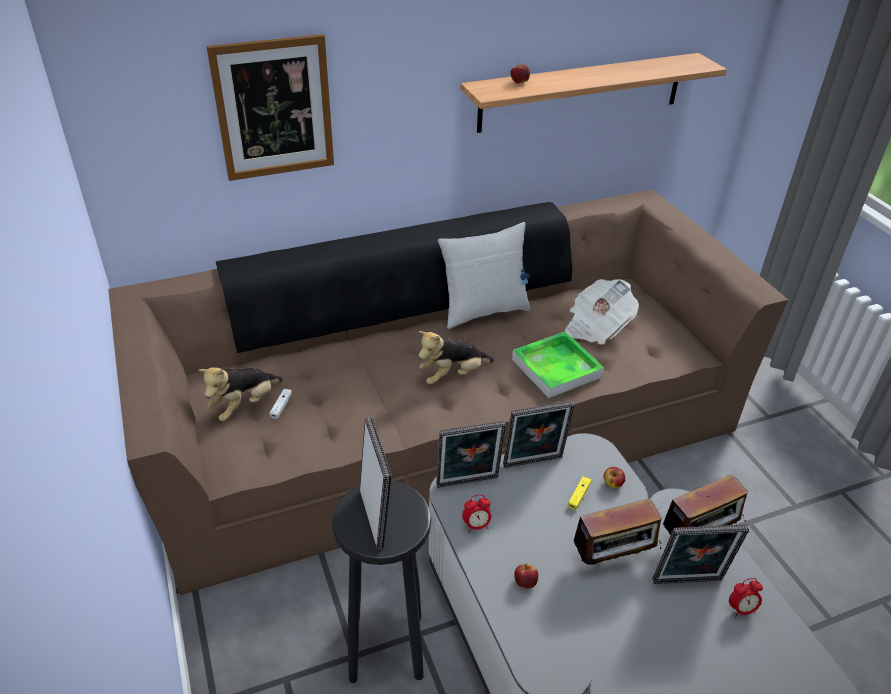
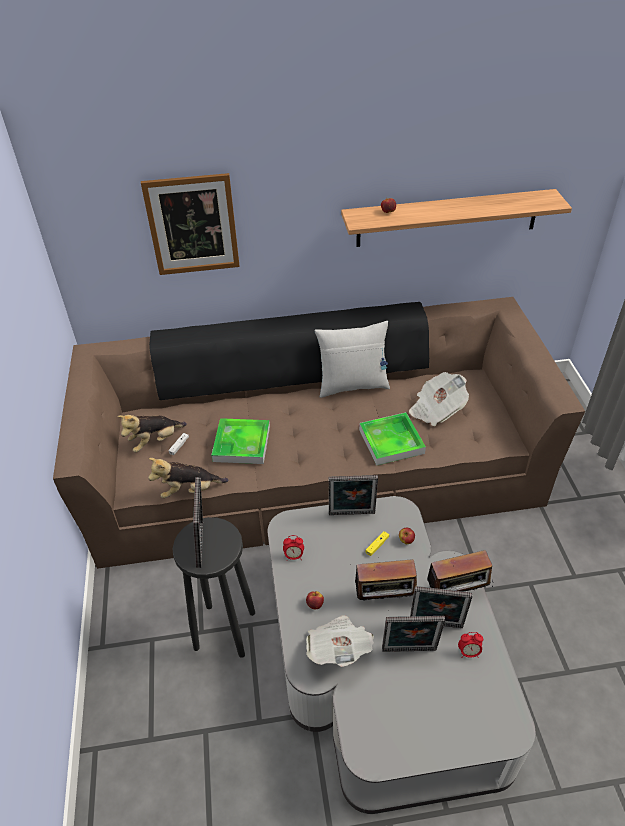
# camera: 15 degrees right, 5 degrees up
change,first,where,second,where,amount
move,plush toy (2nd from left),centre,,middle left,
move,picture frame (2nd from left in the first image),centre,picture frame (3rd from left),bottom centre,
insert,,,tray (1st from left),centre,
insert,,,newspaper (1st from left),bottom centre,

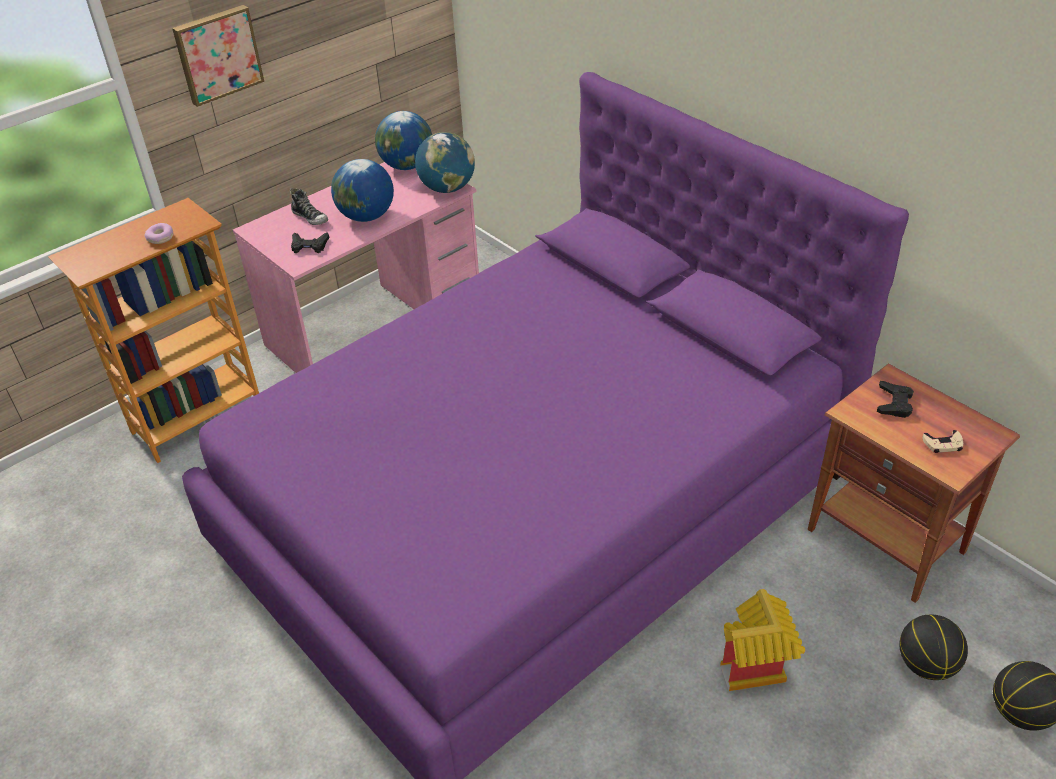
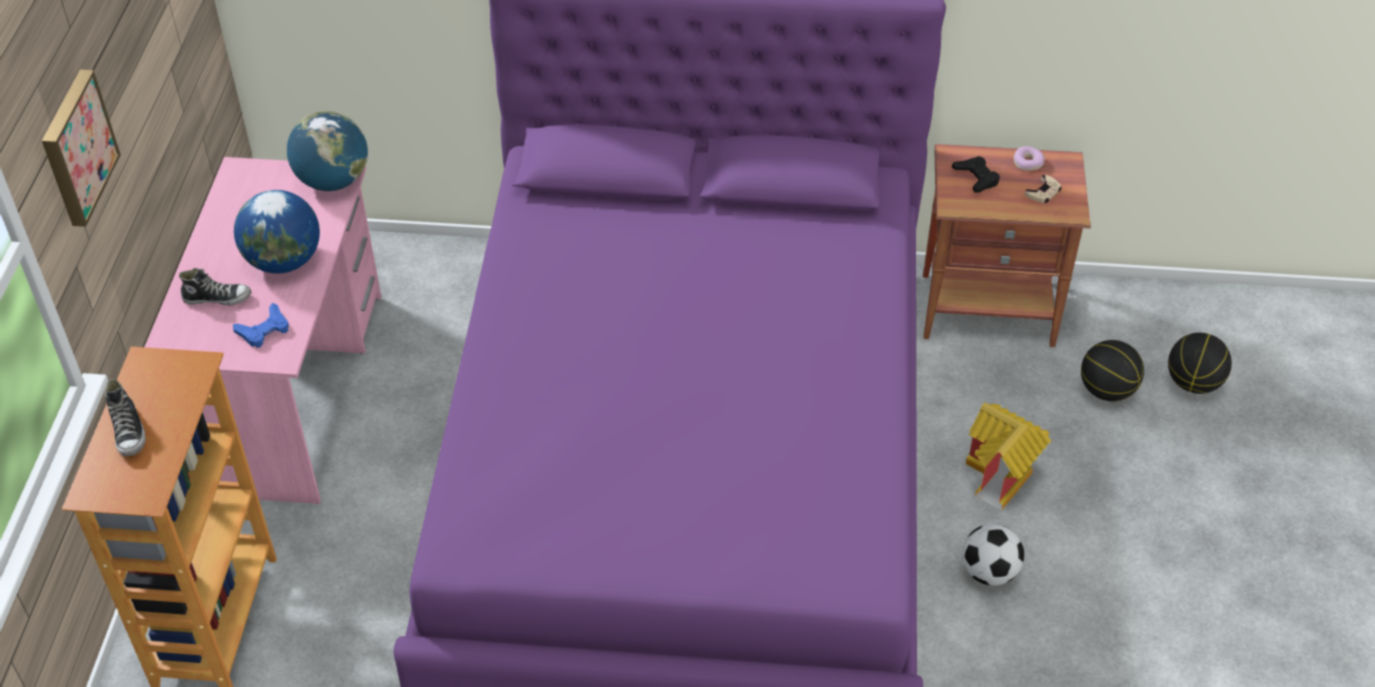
# camera: 45 degrees left, 5 degrees up
change,first,where,second,where,amount
delete,globe (2nd from left),top centre,,,
move,donut,top left,,top right,
recolor,game controller/black (1st from left),top left,game controller/blue,middle left,
insert,,,shoe (1st from left),middle left,
insert,,,football,bottom right,

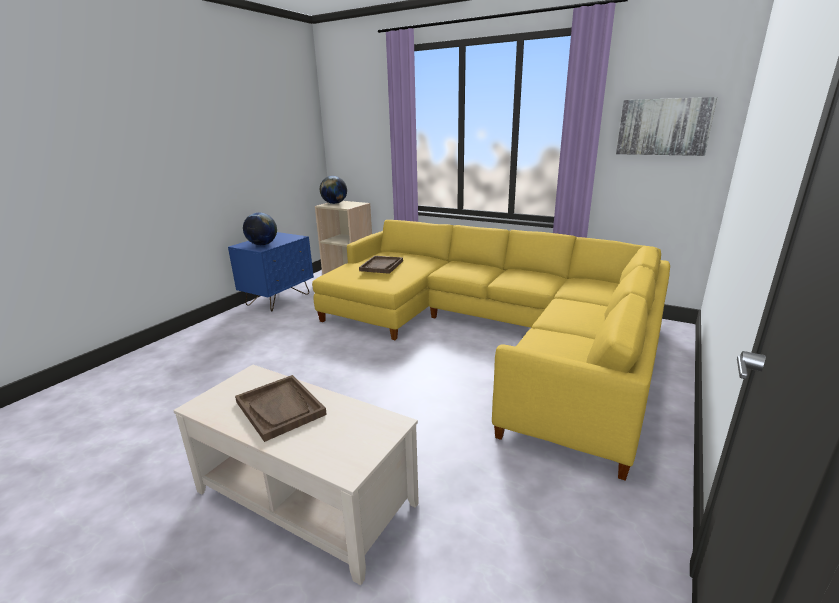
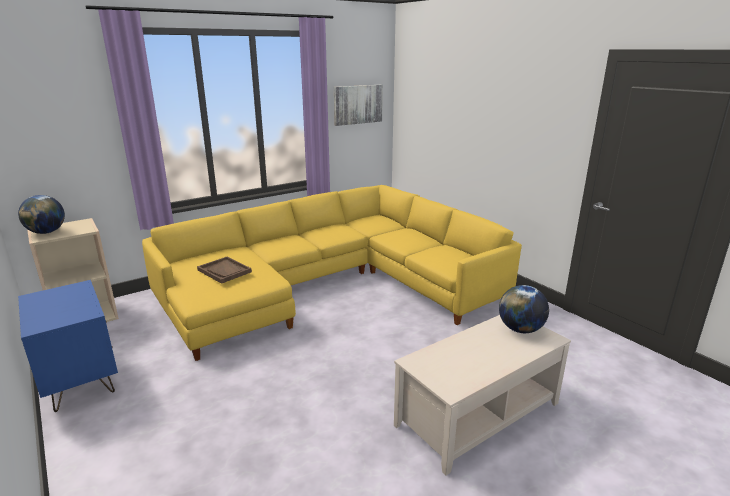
# camera: 65 degrees left, 0 degrees up
change,first,where,second,where,amount
move,globe (1st from left in the first image),middle left,globe (2nd from left),middle right,
delete,tray/brown (1st from left),bottom centre,,,

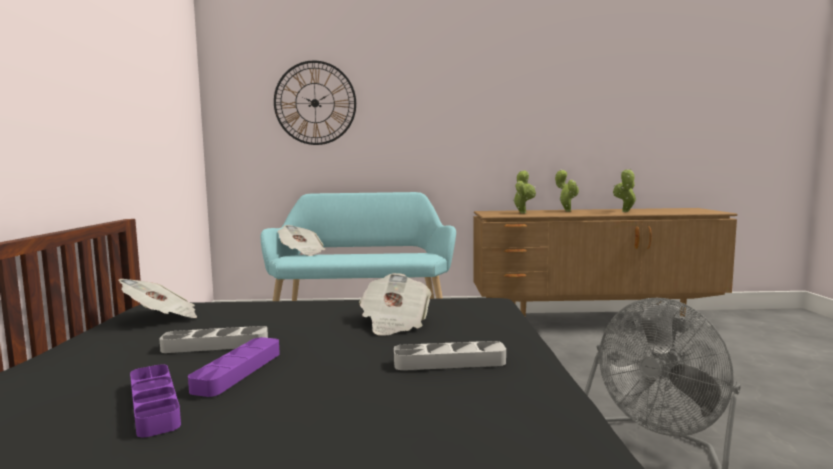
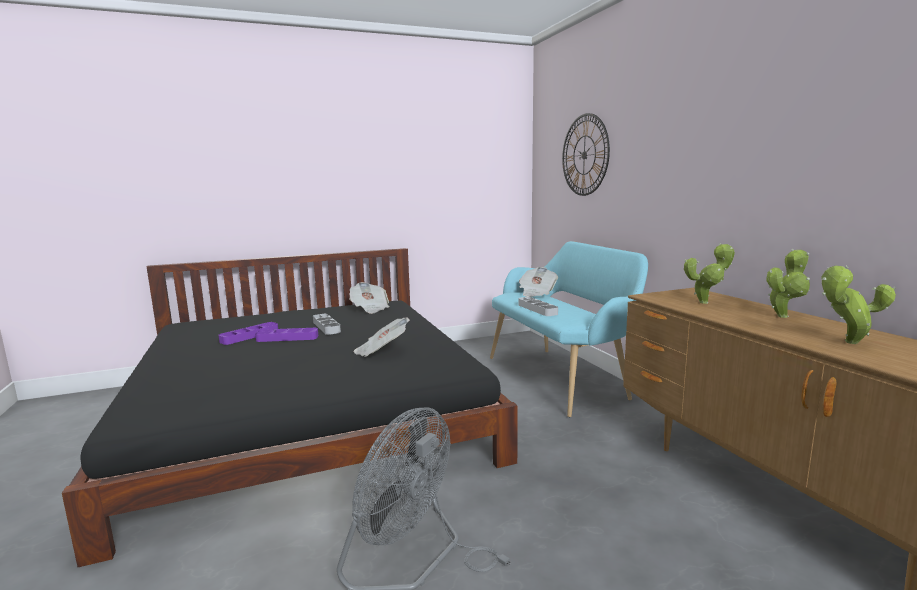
# camera: 70 degrees right, 5 degrees up
change,first,where,second,where,amount
move,tray/grey (2nd from left),bottom centre,,centre,

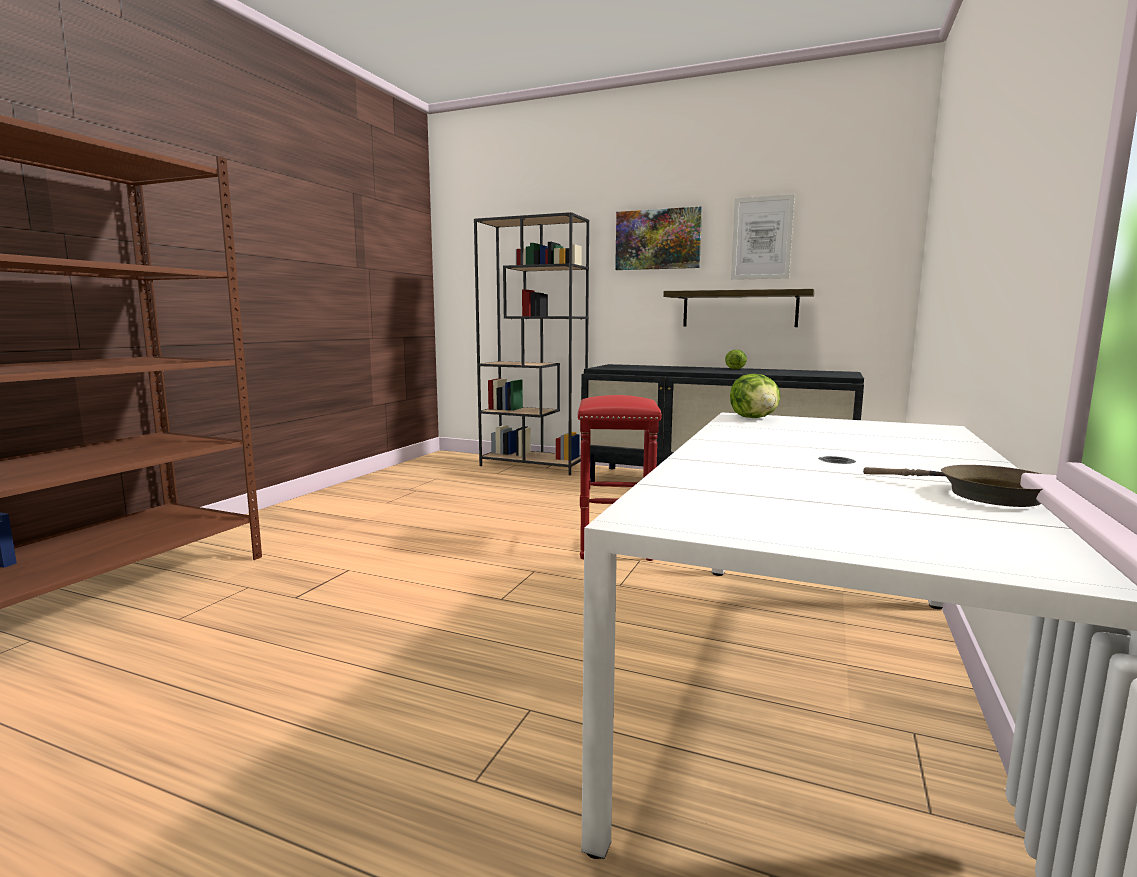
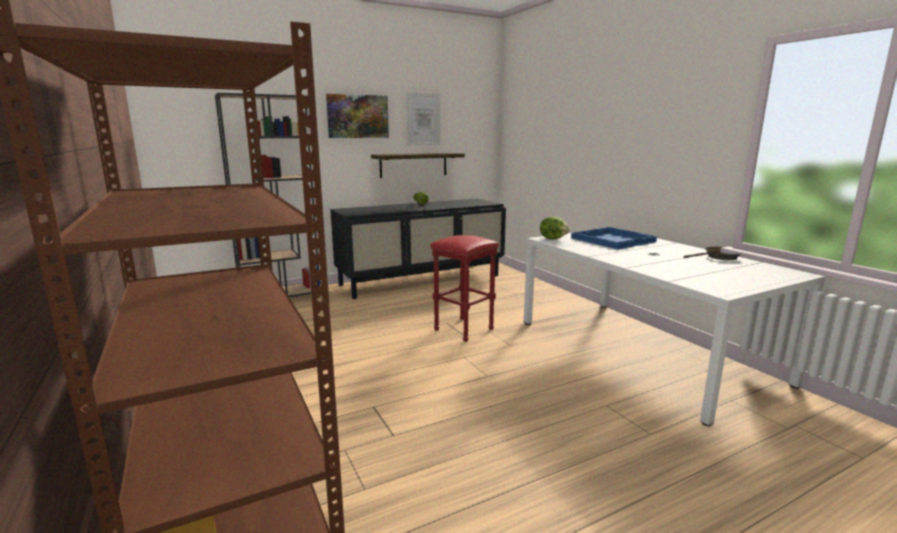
# camera: 50 degrees left, 5 degrees up
change,first,where,second,where,amount
insert,,,tray/blue,middle right,

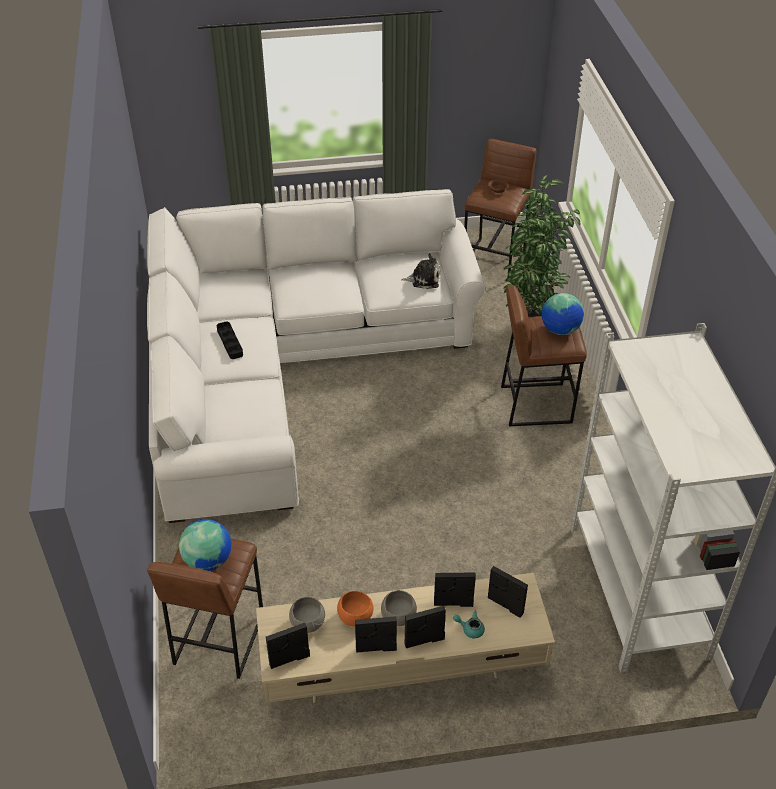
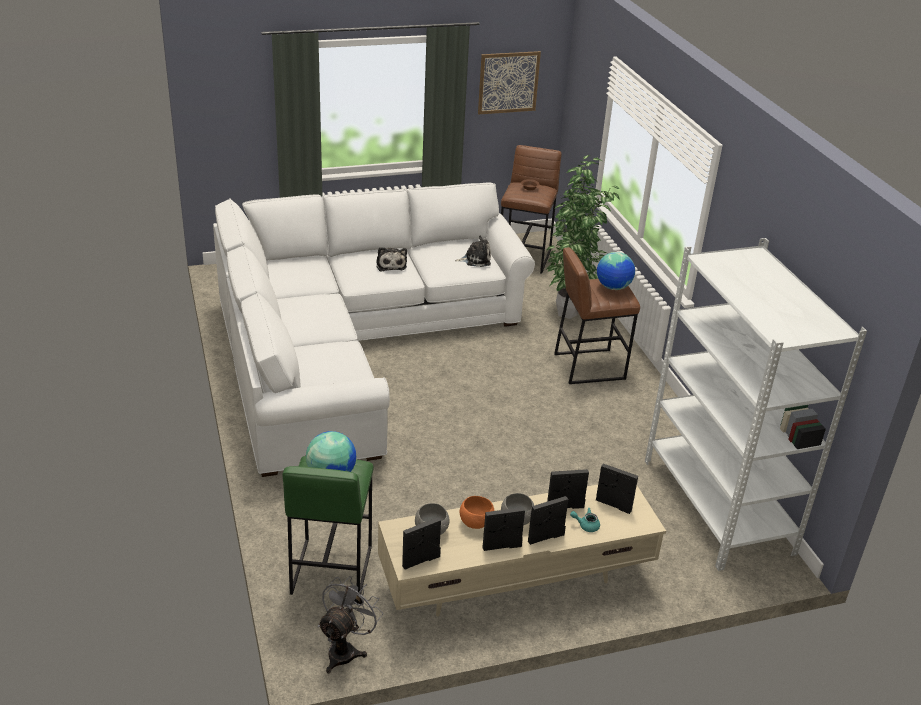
# camera: 10 degrees left, 10 degrees down
change,first,where,second,where,amount
delete,tray/black,middle left,,,
recolor,stool/brown (1st from left),bottom left,stool/green,bottom centre,
insert,,,picture,top centre,
insert,,,plush toy (1st from left),centre,
insert,,,fan/grey,bottom centre,

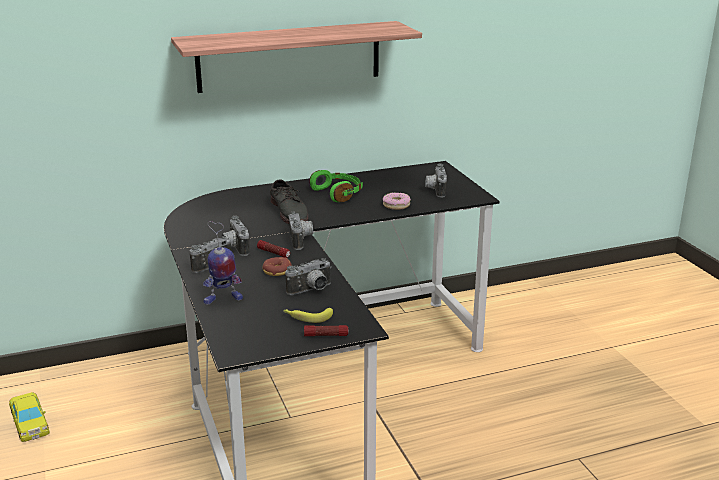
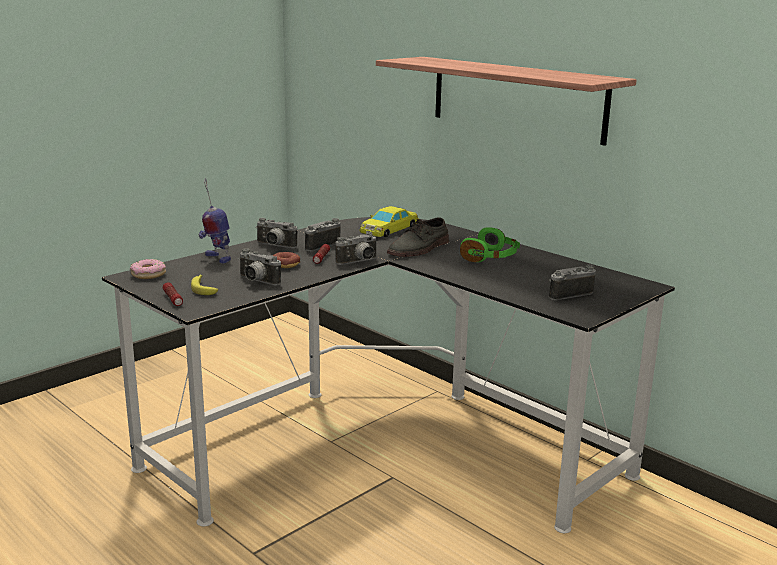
# camera: 65 degrees right, 5 degrees down
change,first,where,second,where,amount
move,donut (2nd from left in the first image),centre,donut (1st from left),middle left,
move,toy car/yellow,bottom left,,centre,

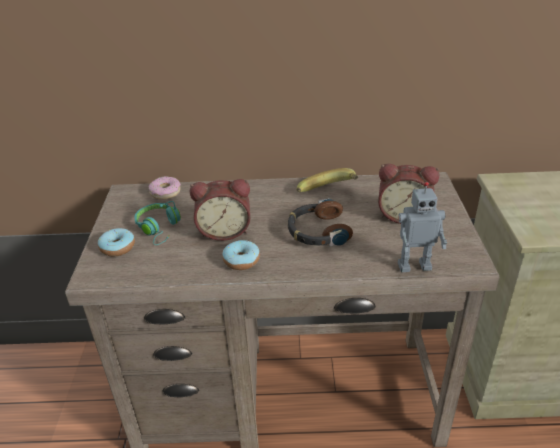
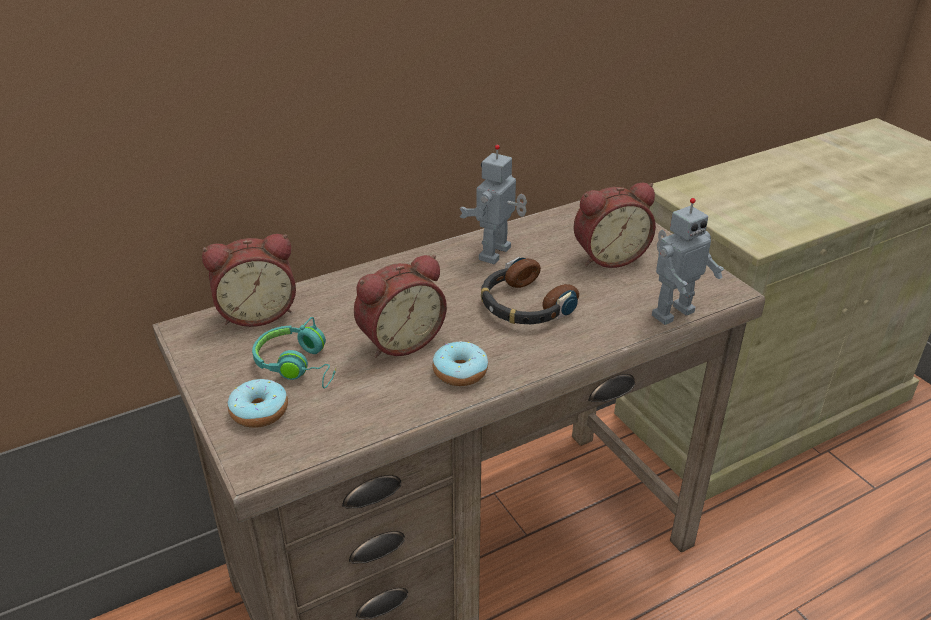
# camera: 30 degrees left, 0 degrees up
change,first,where,second,where,amount
replace,banana,centre,toy robot (1st from left),top centre,
replace,donut (2nd from left),middle left,alarm clock (1st from left),middle left,

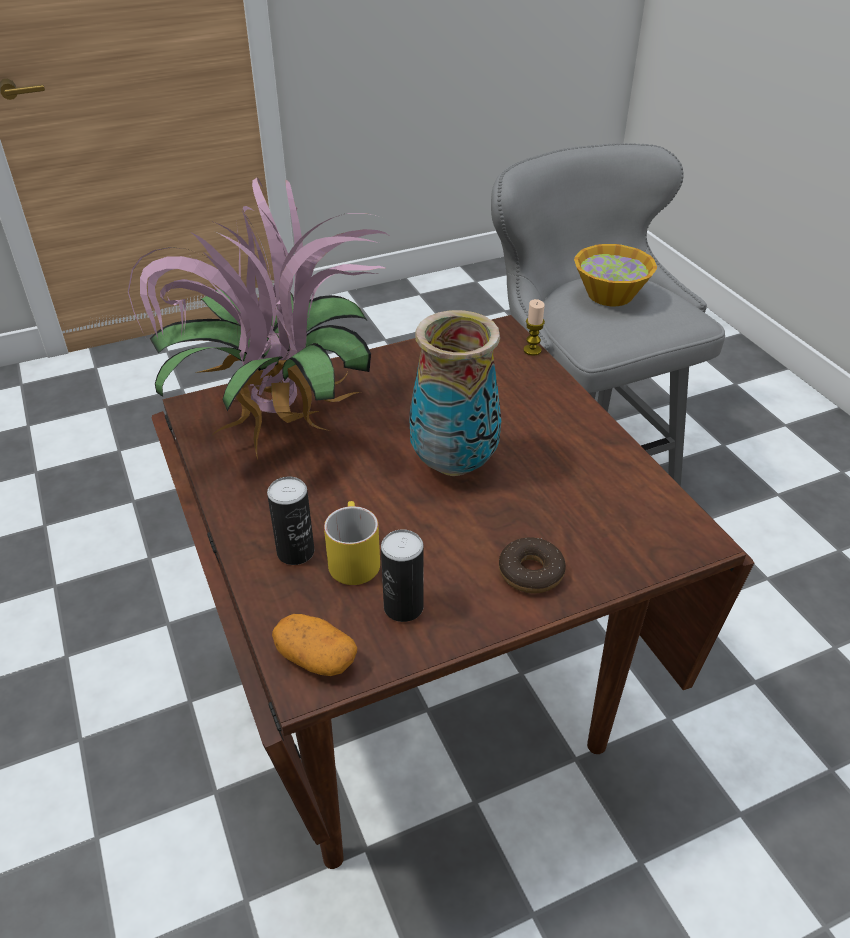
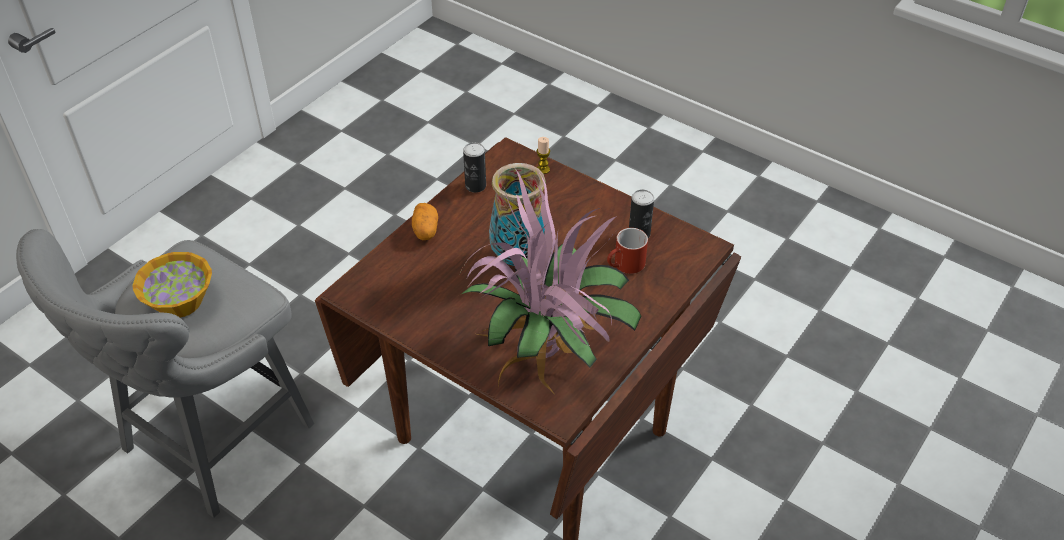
# camera: 120 degrees left, 5 degrees up
change,first,where,second,where,amount
move,candle,centre,,top centre,
move,can (1st from left),centre,,top centre,
recolor,mug/yellow,centre,mug/red,centre,
delete,donut,centre,,,
move,potato,bottom centre,,centre,

